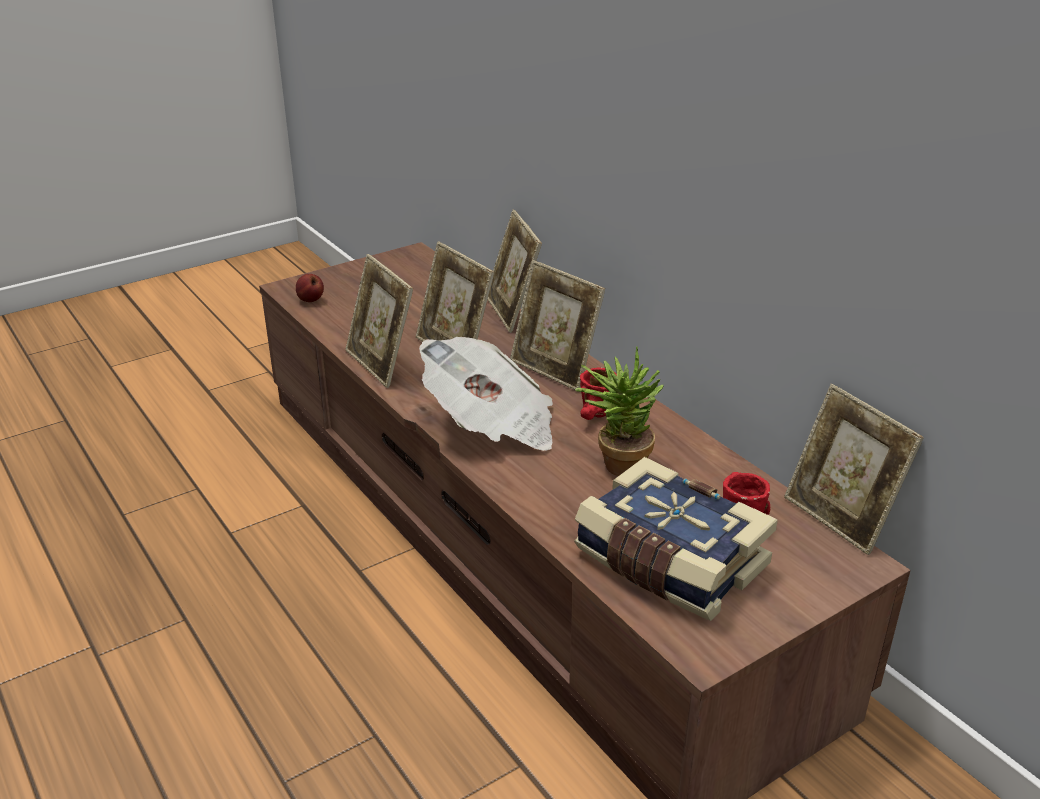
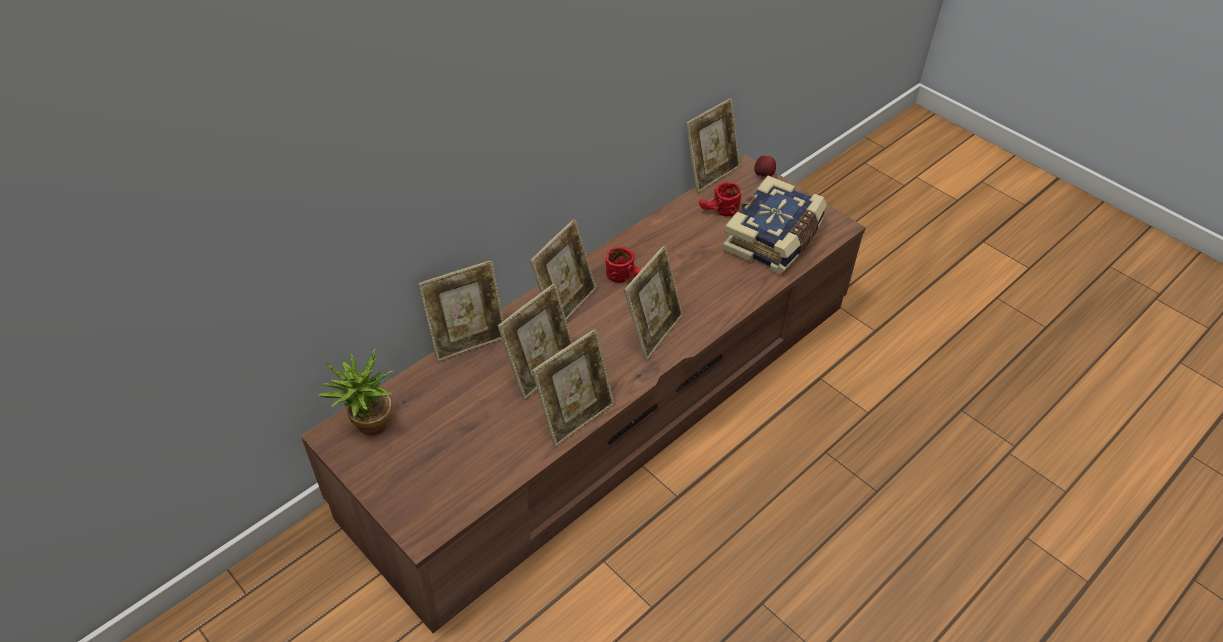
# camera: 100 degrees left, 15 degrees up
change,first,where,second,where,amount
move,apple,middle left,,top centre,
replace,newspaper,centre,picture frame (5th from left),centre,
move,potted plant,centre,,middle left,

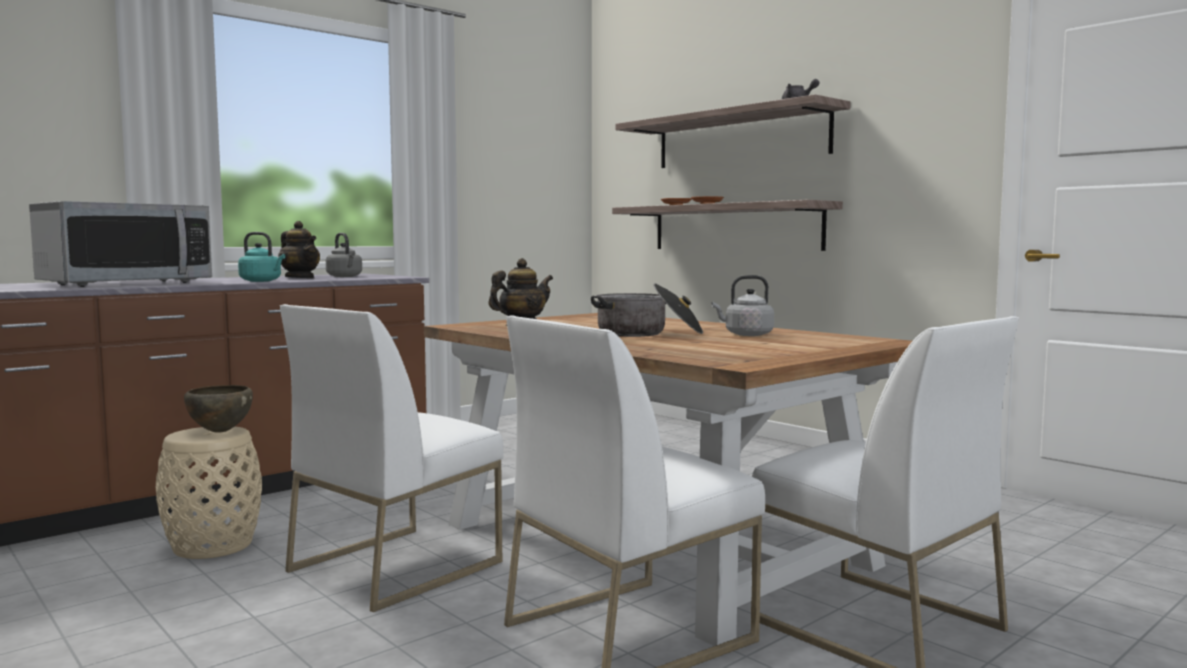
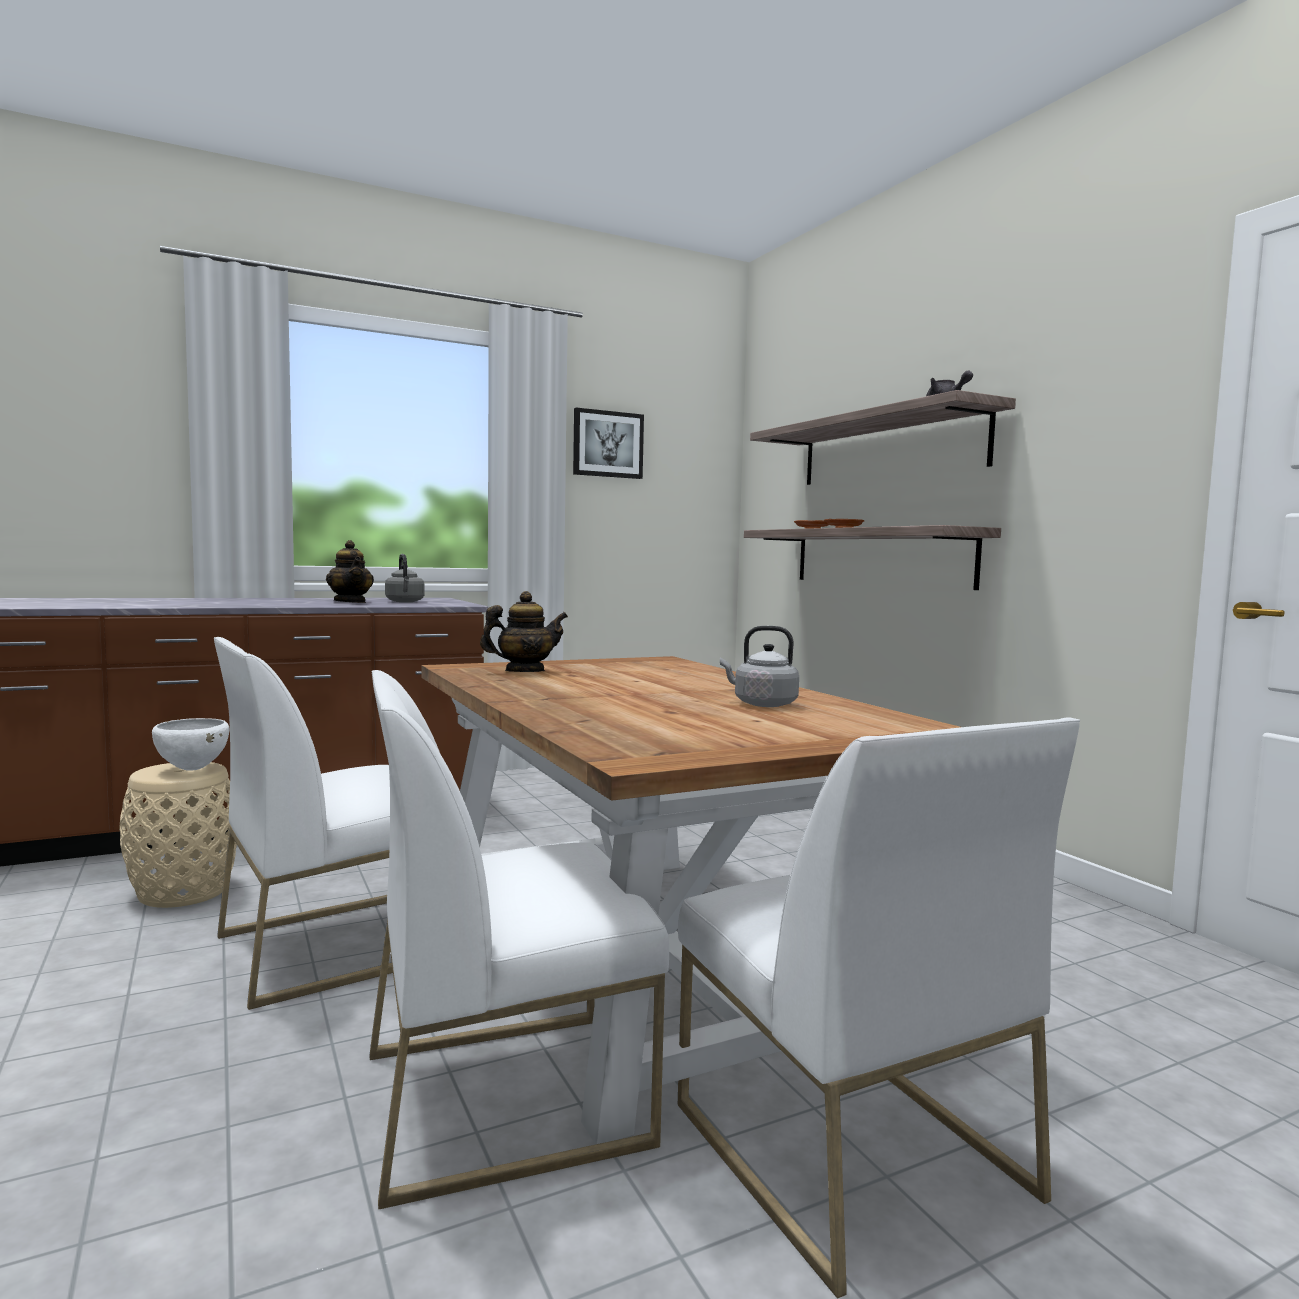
# camera: 15 degrees right, 0 degrees up
change,first,where,second,where,amount
delete,microwave,middle left,,,
delete,kettle/turquoise,middle left,,,
delete,cooking pot,centre,,,
recolor,bowl/brown,middle left,bowl/white,middle left,
insert,,,picture,centre,

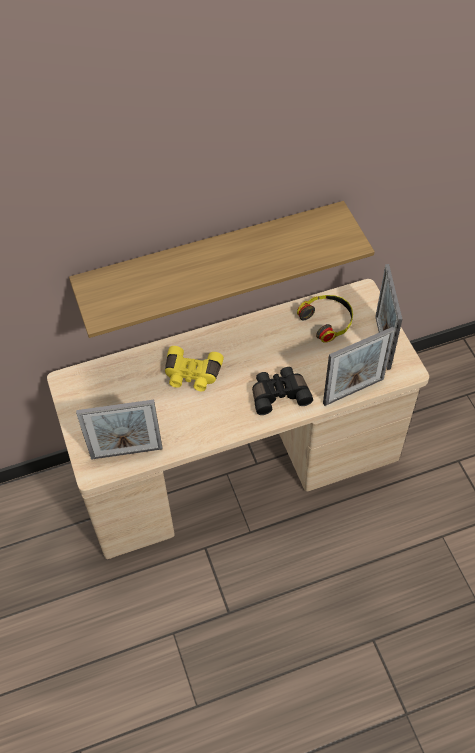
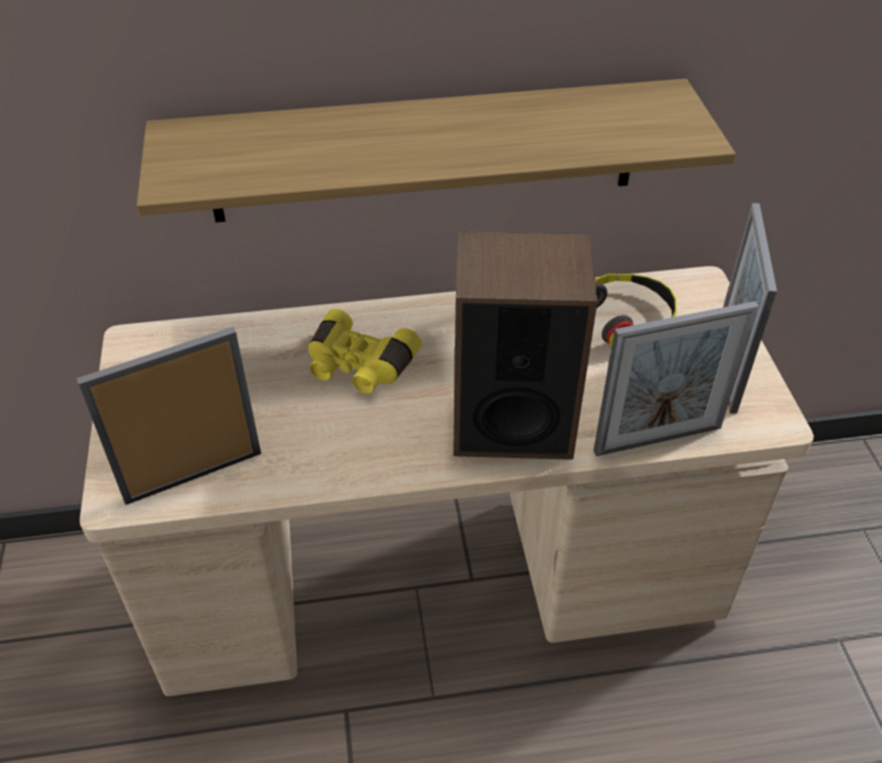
# camera: 10 degrees right, 10 degrees down
change,first,where,second,where,amount
replace,binoculars/black,centre,speaker,centre,
rotate,picture frame (1st from left),middle left,,middle left,150 degrees clockwise

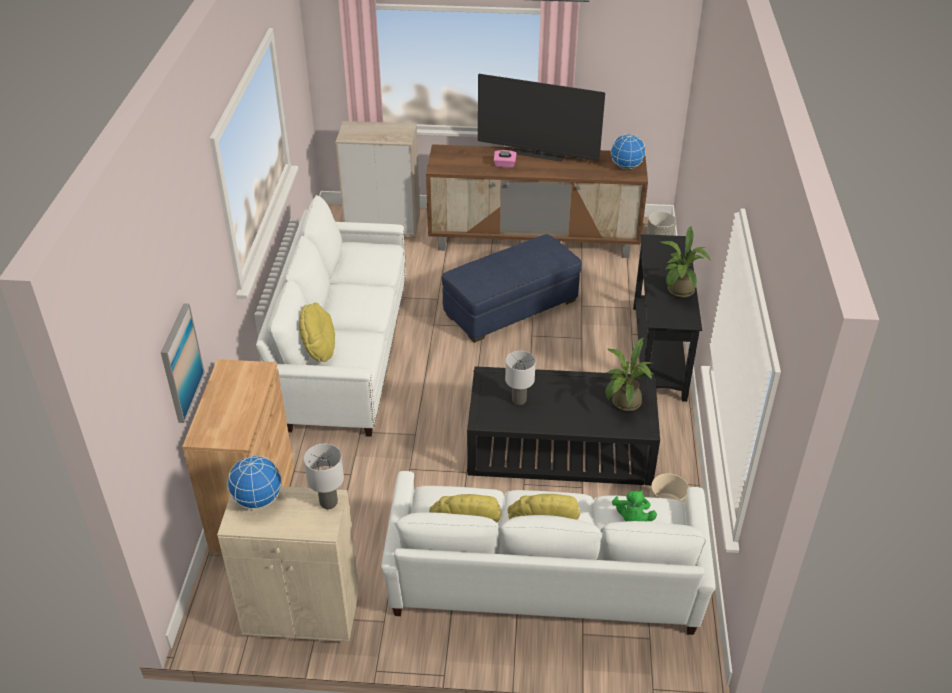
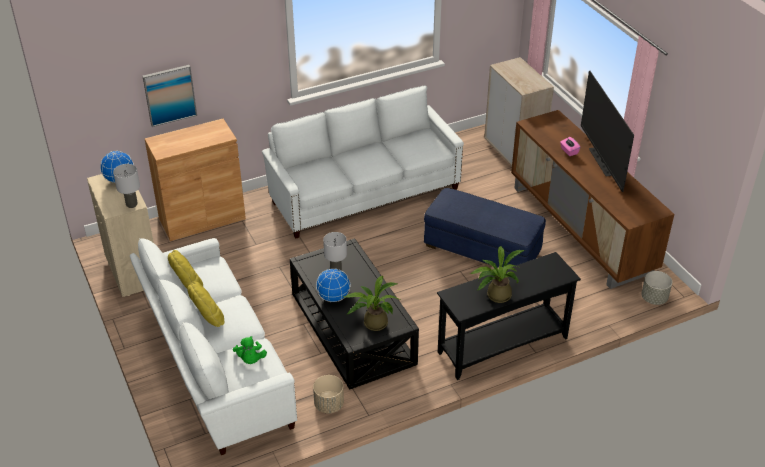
# camera: 60 degrees right, 0 degrees up
change,first,where,second,where,amount
move,globe (2nd from left),top centre,,centre,
delete,pillow/yellow (1st from left),middle left,,,
rotate,plush toy/green,bottom centre,,bottom left,75 degrees counterclockwise

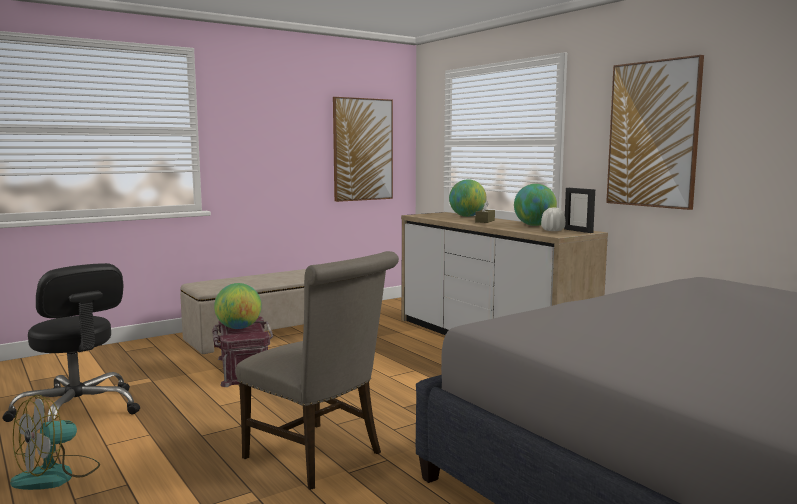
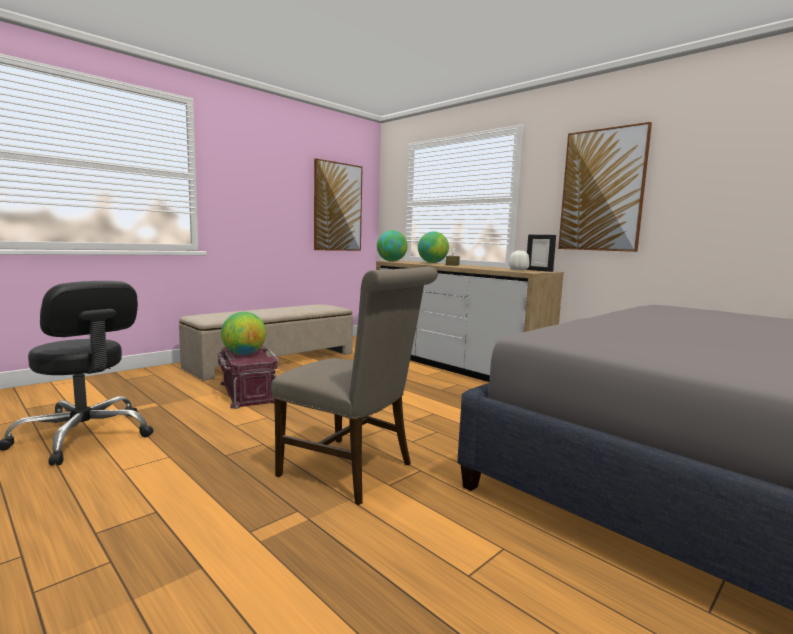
# camera: 10 degrees left, 0 degrees up
change,first,where,second,where,amount
move,globe (3rd from left in the first image),middle right,globe (2nd from left),centre,
delete,fan,bottom left,,,

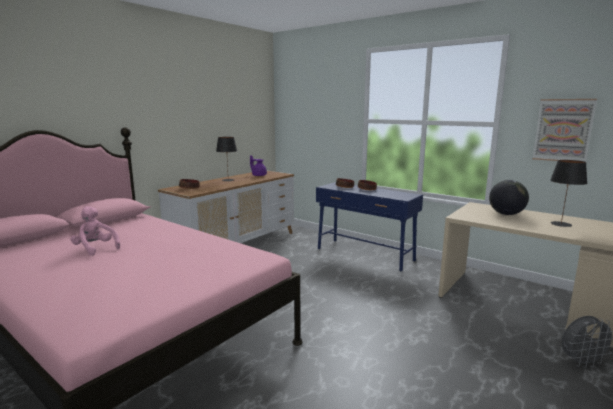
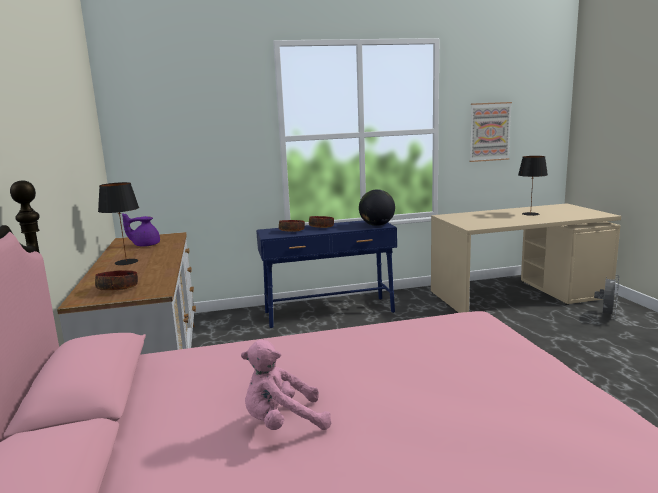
# camera: 50 degrees left, 0 degrees up
change,first,where,second,where,amount
move,globe,middle right,,centre,

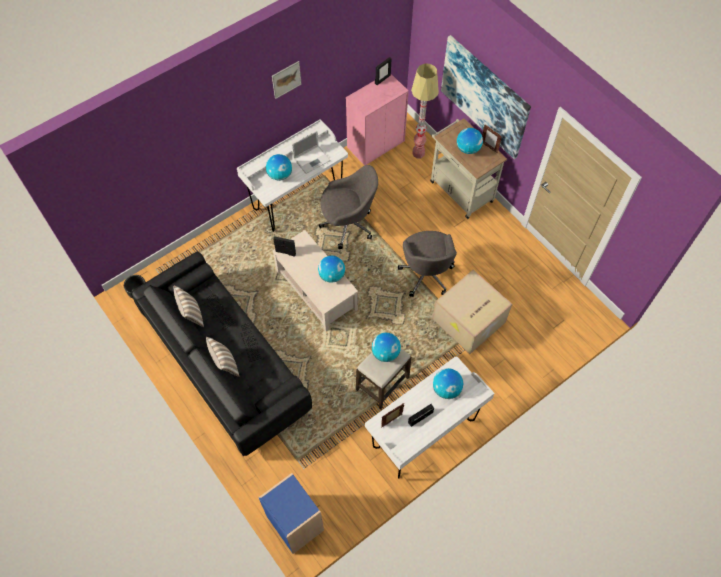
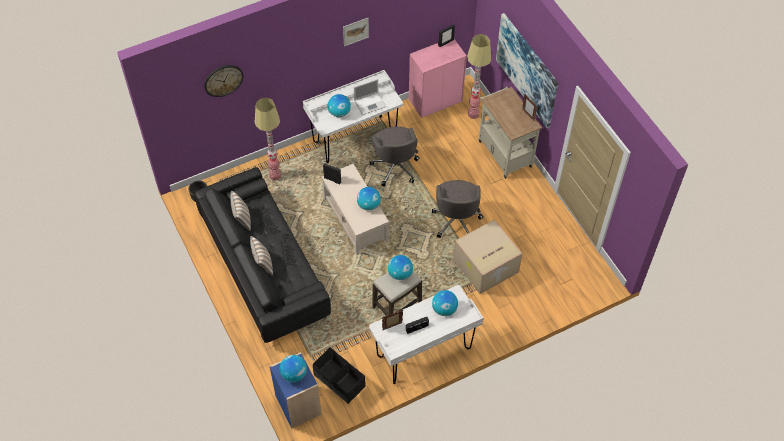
# camera: 10 degrees right, 5 degrees down
change,first,where,second,where,amount
move,globe (5th from left in the first image),top centre,globe (1st from left),bottom centre,
rotate,office chair/grey (1st from left),centre,,centre,75 degrees clockwise
insert,,,wall clock,top left,
insert,,,floor lamp (1st from left),top centre,
insert,,,storage box/black,bottom centre,

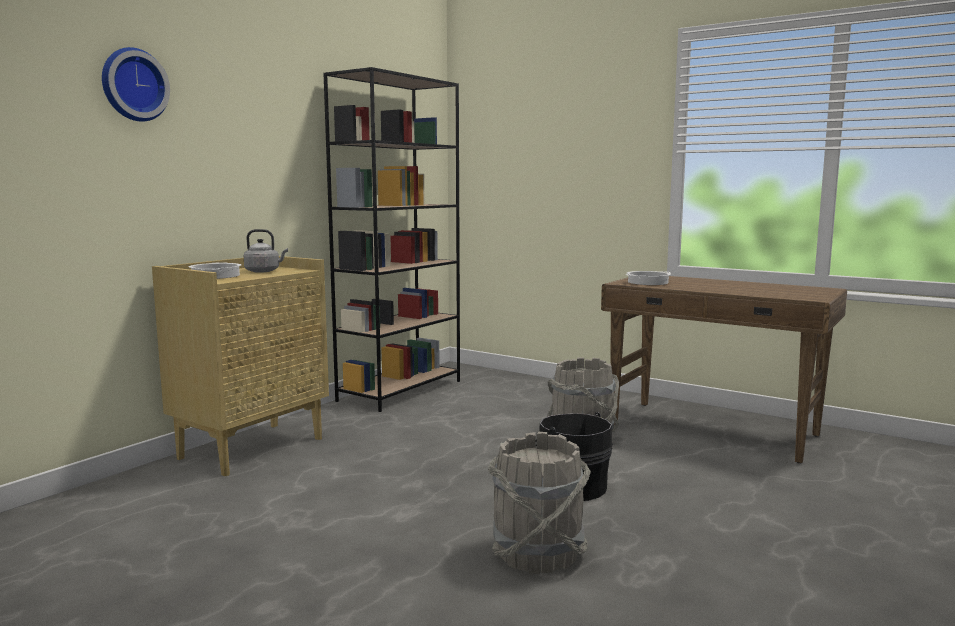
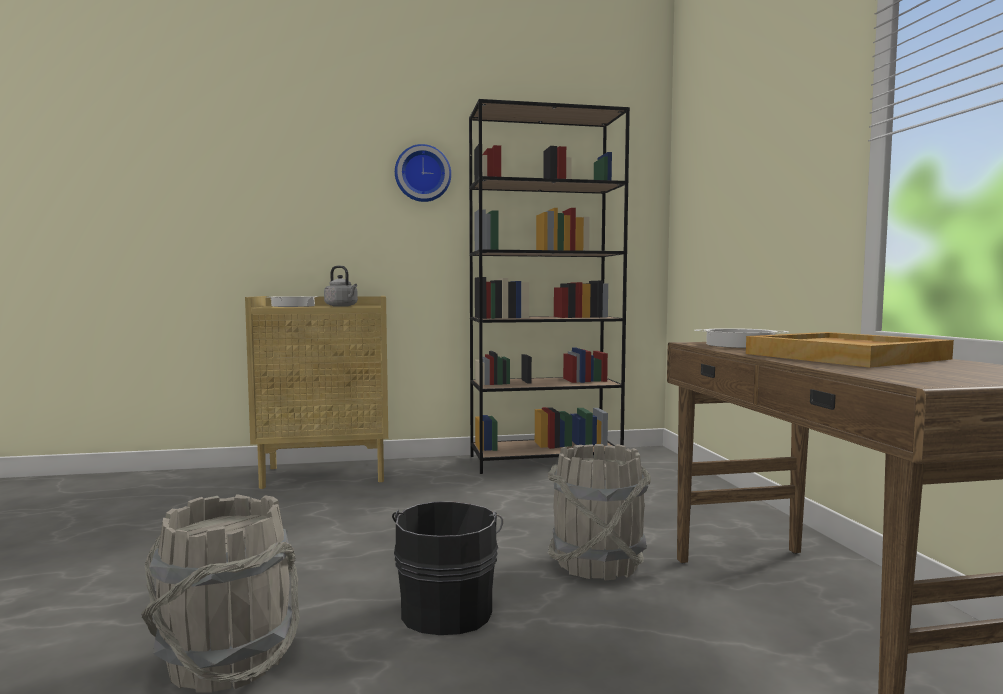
# camera: 45 degrees right, 5 degrees down
change,first,where,second,where,amount
move,wall clock,top left,,top centre,
insert,,,tray/beige,middle right,

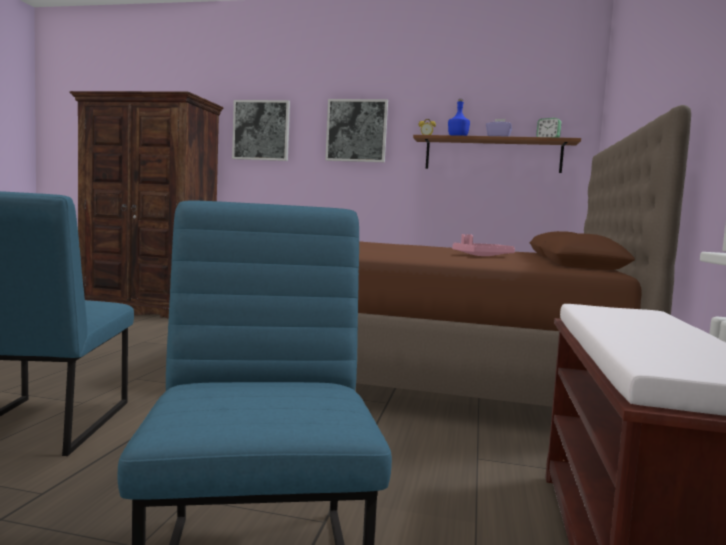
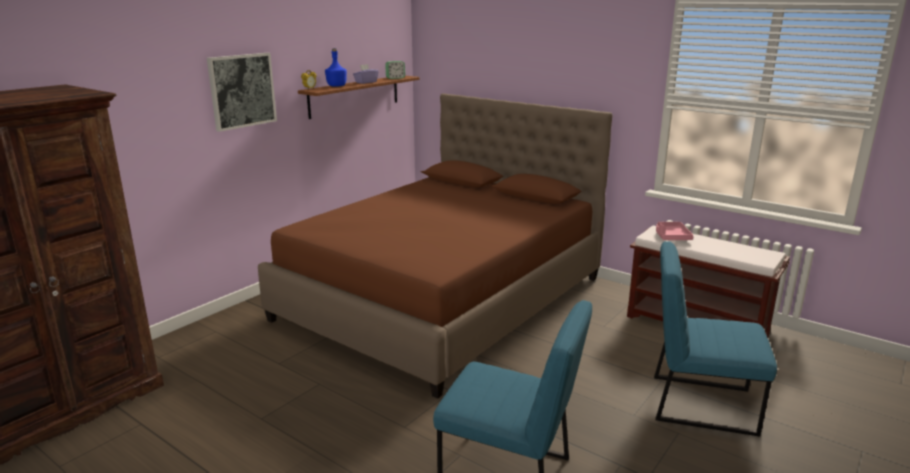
# camera: 65 degrees left, 15 degrees up
change,first,where,second,where,amount
delete,picture (1st from left),top centre,,,
move,tray/pink,centre,,middle right,

